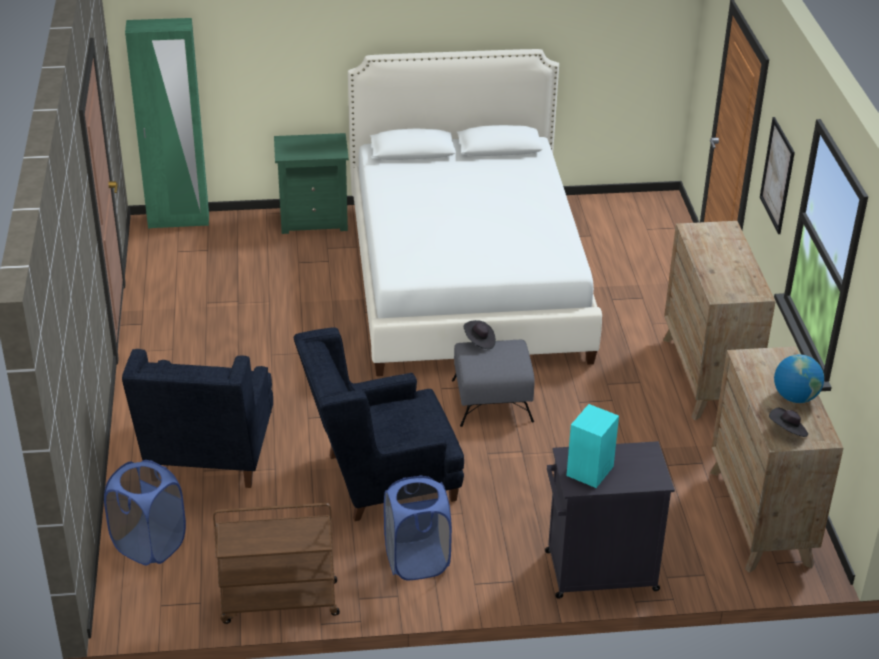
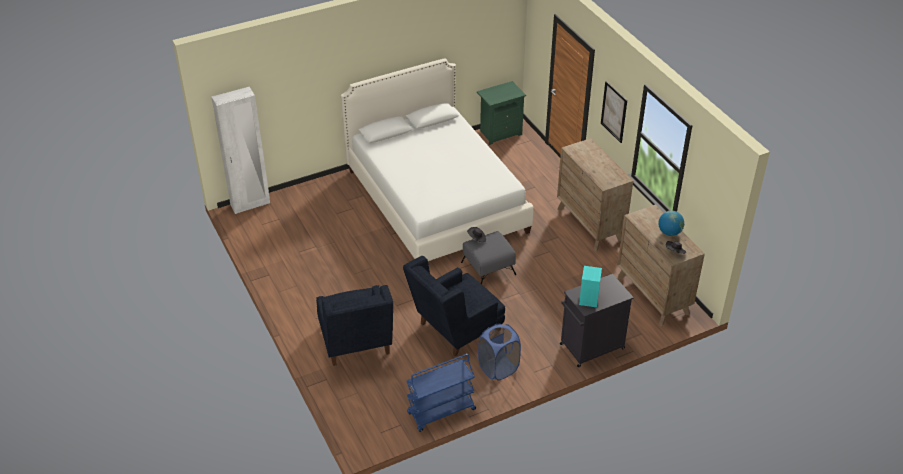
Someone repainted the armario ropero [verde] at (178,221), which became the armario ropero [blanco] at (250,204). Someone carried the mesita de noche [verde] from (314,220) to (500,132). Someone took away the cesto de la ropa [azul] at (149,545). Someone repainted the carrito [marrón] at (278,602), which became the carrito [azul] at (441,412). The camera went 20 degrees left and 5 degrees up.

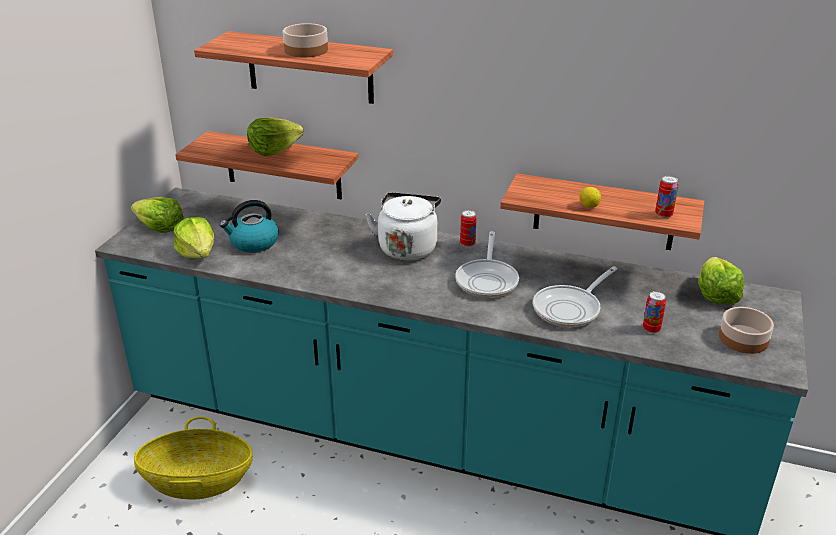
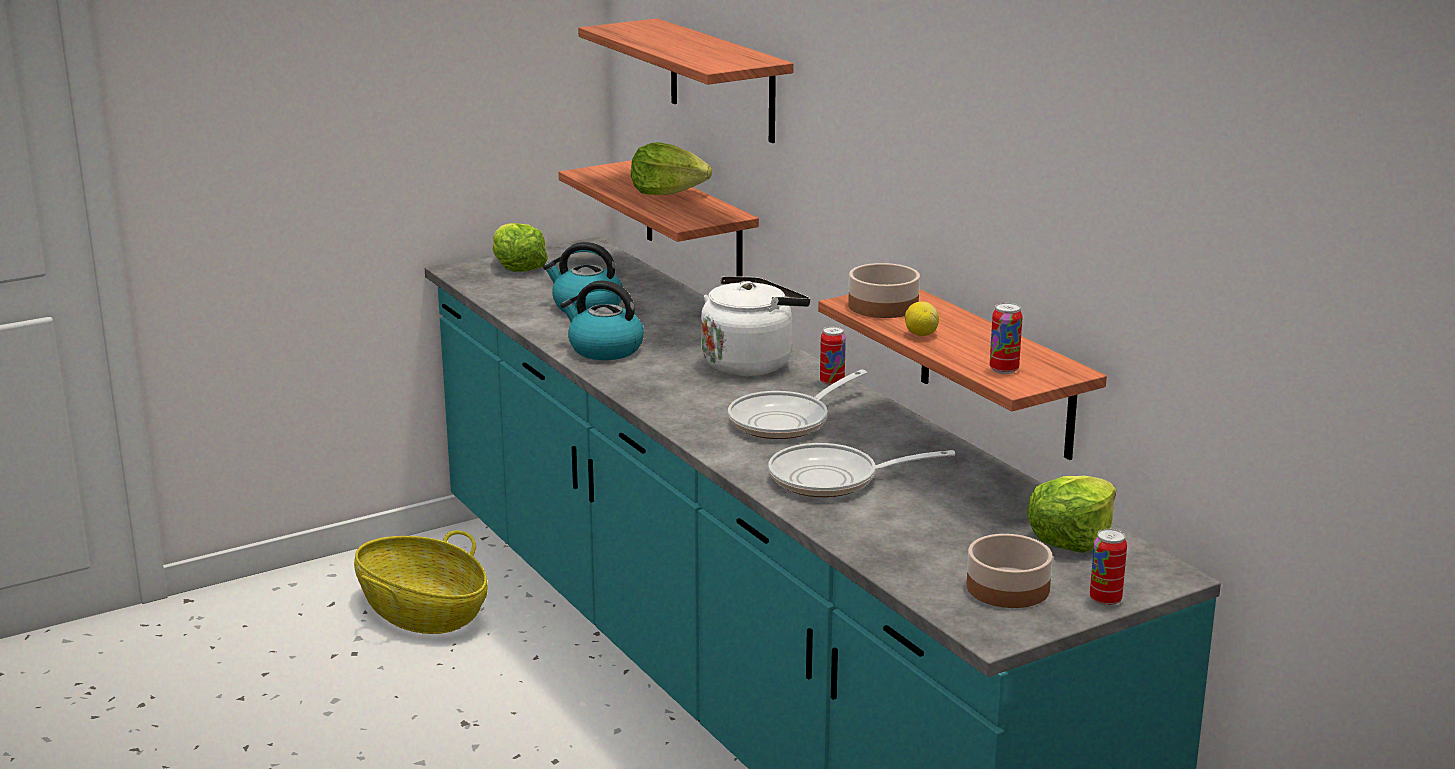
Someone carried the cuenco from (306,50) to (884,306). Someone took away the lechuga at (198,253). Someone carried the lata from (651,329) to (1105,600). Someone put down the hervidor at (604,349). The camera went 40 degrees right and 10 degrees down.

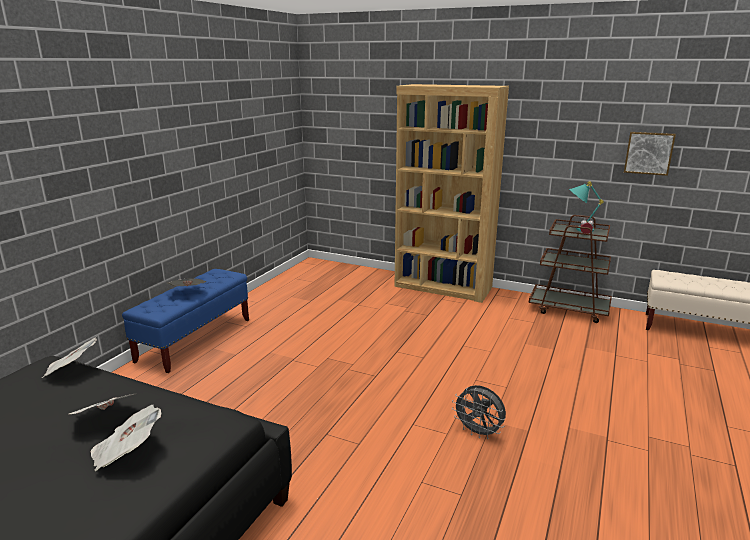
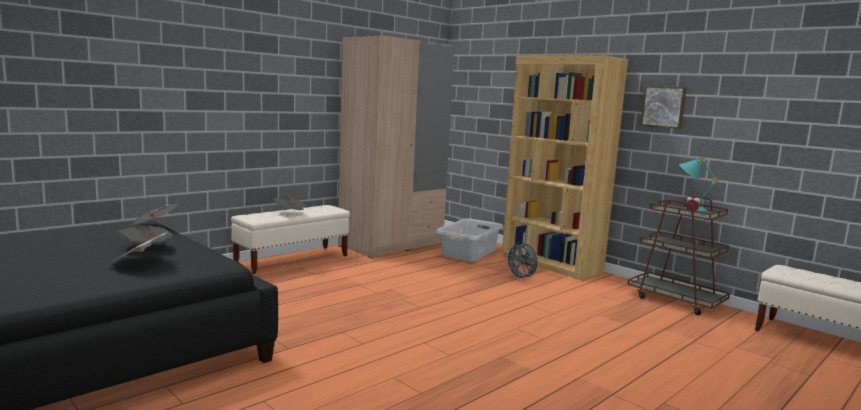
Someone carried the cuadro from (648,153) to (663,107). Someone repainted the banco [azul] at (195,340), which became the banco [beis] at (292,260). Someone carried the ventilador [gris] from (478,433) to (521,279). Someone put down the armario ropero [beis] at (392,245). Someone put down the cesto de la ropa [gris] at (469,253). The camera went 20 degrees right and 10 degrees down.

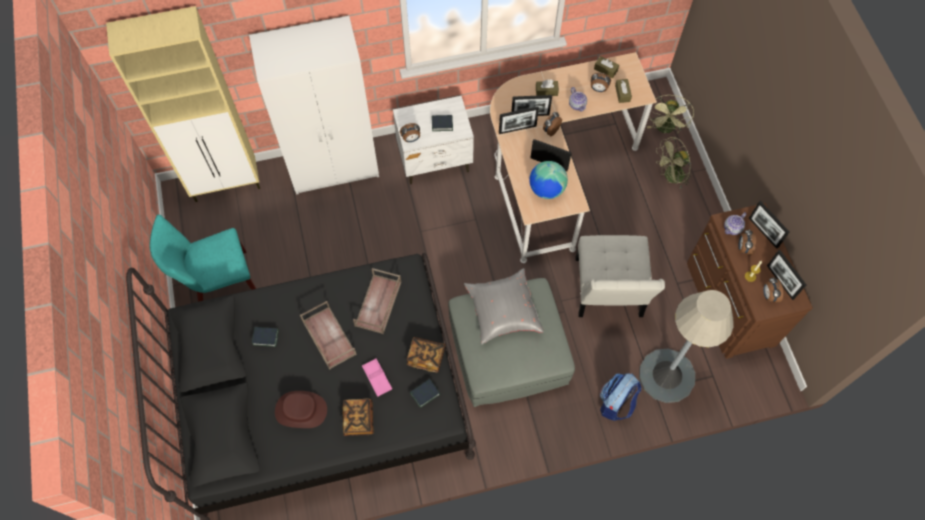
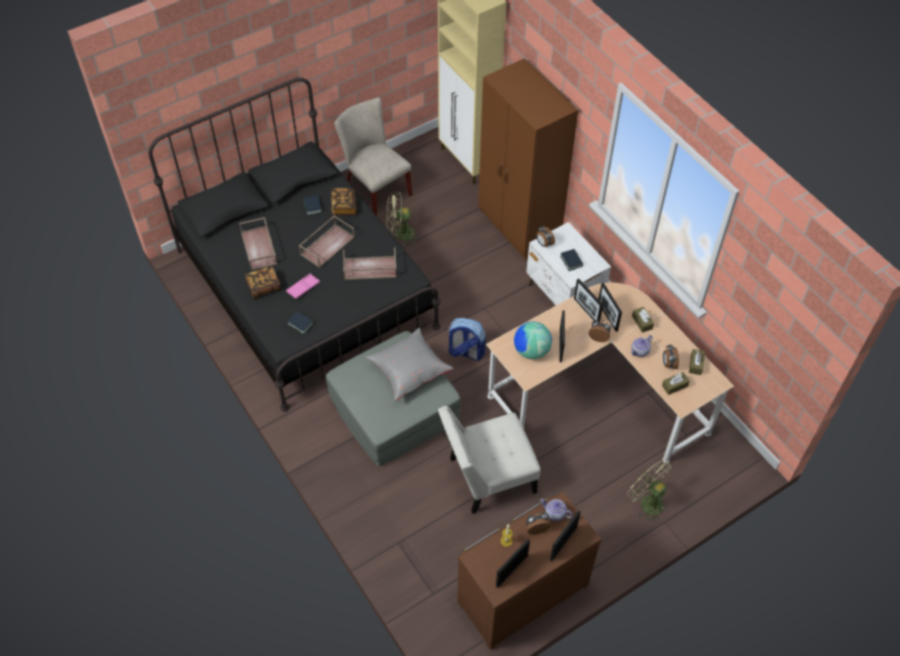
Someone repainted the armario ropero [blanco] at (335,168), which became the armario ropero [marrón] at (519,227). Someone carried the ventilador [verde] from (665,129) to (400,234). Someone repainted the silla [turquesa] at (218,284), which became the silla [beis] at (374,189). Someone took away the despertador at (768,295). Someone took away the lámpara de pie [gris] at (667,375). Someone carried the libro from (426,357) to (344,206). Someone carried the mochila from (616,403) to (465,352). Someone swapped the sombrero [marrón] at (301,410) for the bandeja [marrón] at (259,248). The camera went 70 degrees right and 10 degrees down.

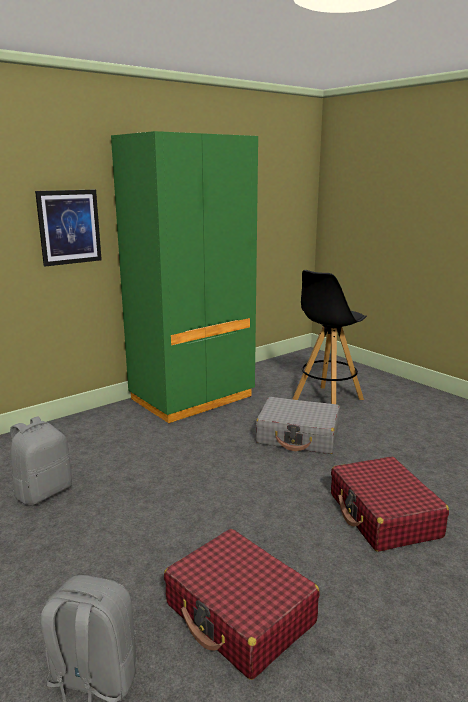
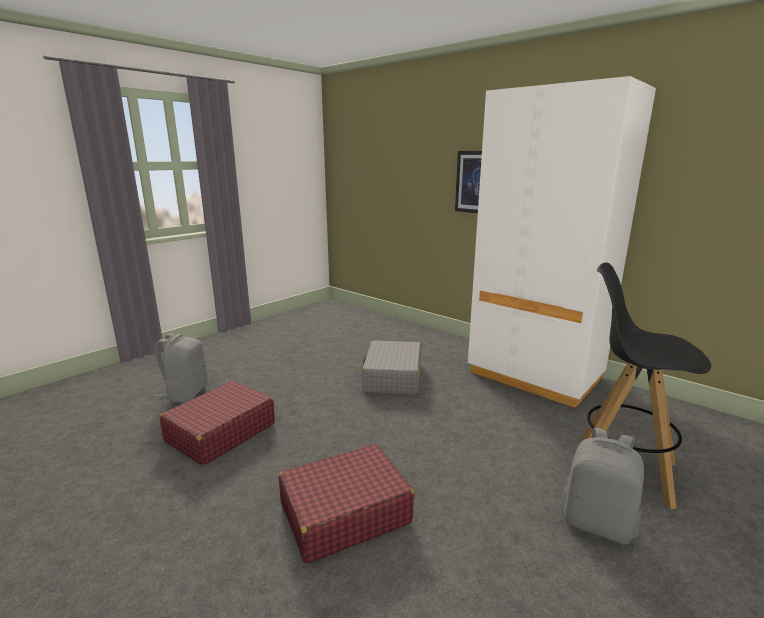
Someone repainted the armario ropero [verde] at (192,398), which became the armario ropero [blanco] at (534,375). Someone carried the maleta [gris] from (298,436) to (392,377). Someone carried the mochila [gris] from (43,492) to (597,523). The camera went 80 degrees right and 0 degrees up.

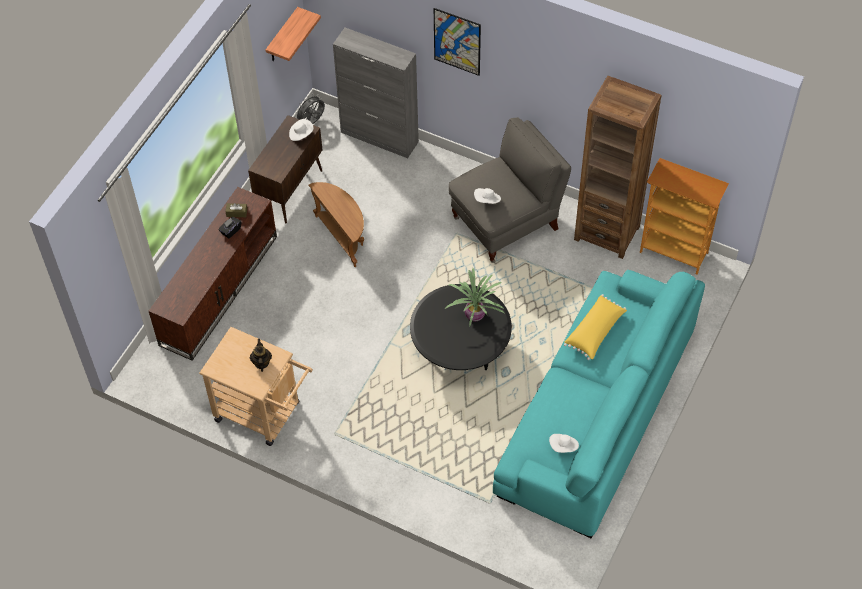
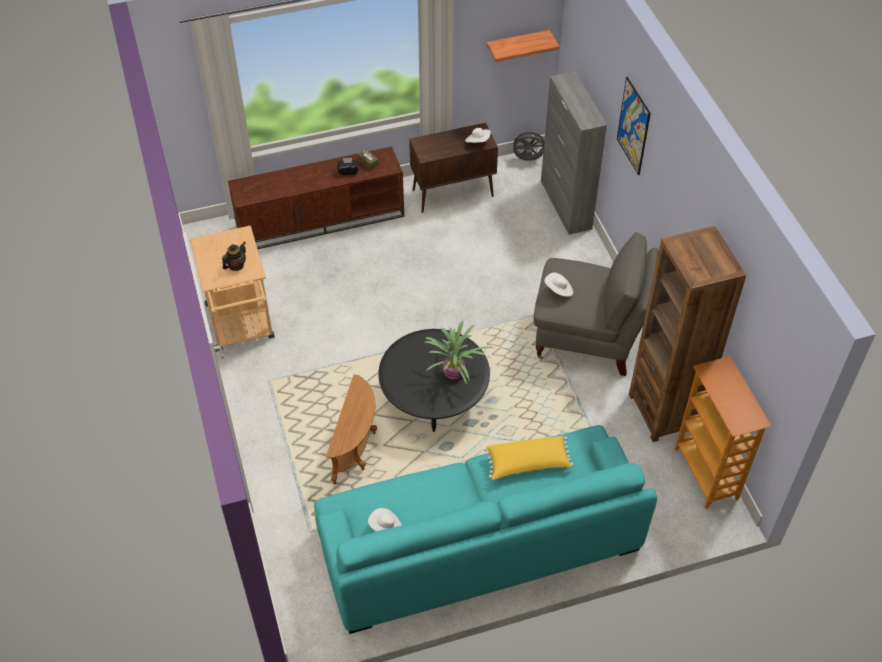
Someone carried the mesa auxiliar [marrón] from (343,237) to (356,449). The camera went 45 degrees right and 5 degrees down.

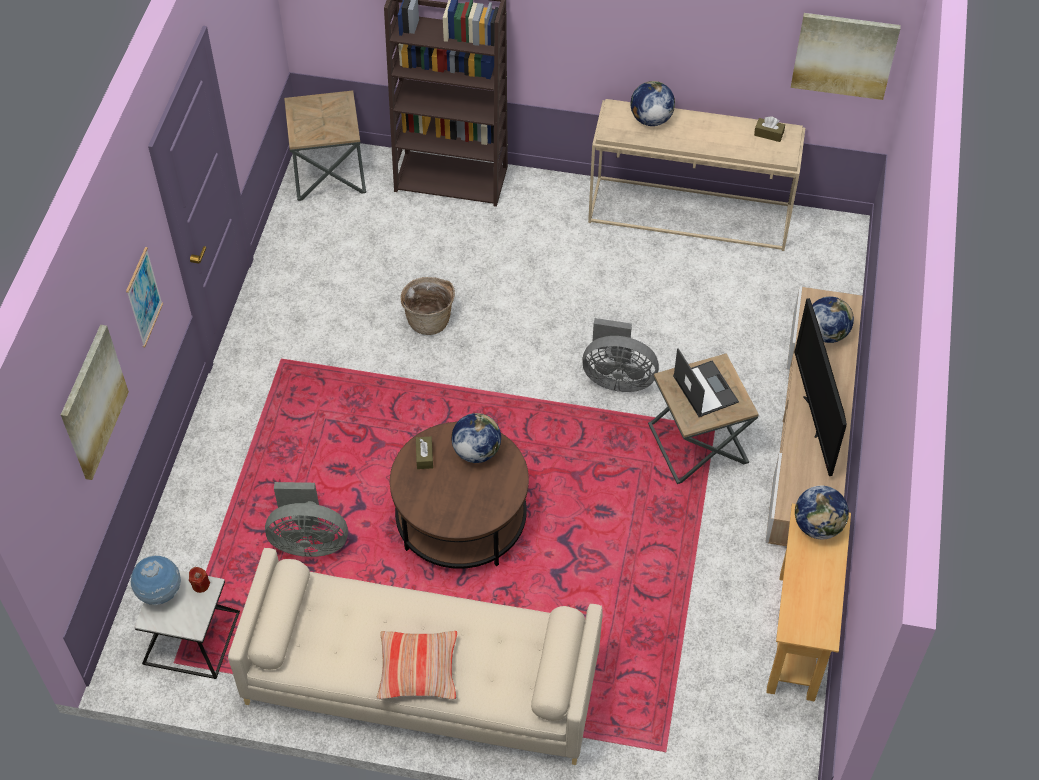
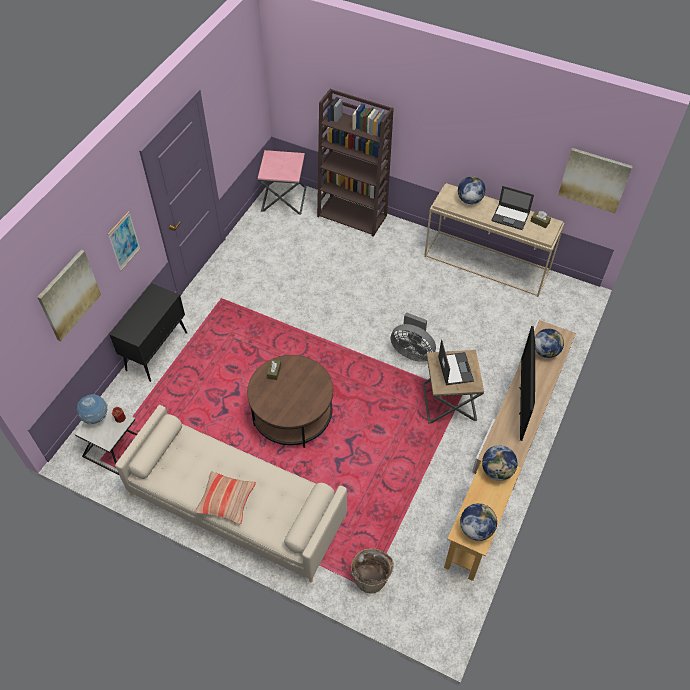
Someone repainted the mesa auxiliar [marrón] at (329,172), which became the mesa auxiliar [rosa] at (284,199). Someone carried the cesta from (429,319) to (371,577). Someone carried the globo terráqueo from (476,451) to (476,529). Someone took away the ventilador [gris] at (308,542). Someone put down the portátil at (511,217). Someone put down the armario [negro] at (157,351). The camera went 15 degrees right and 0 degrees up.

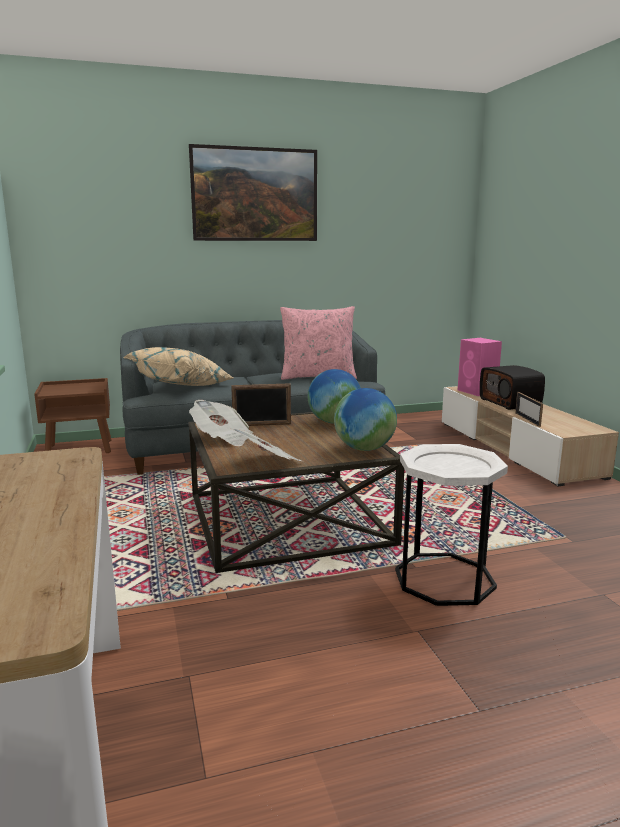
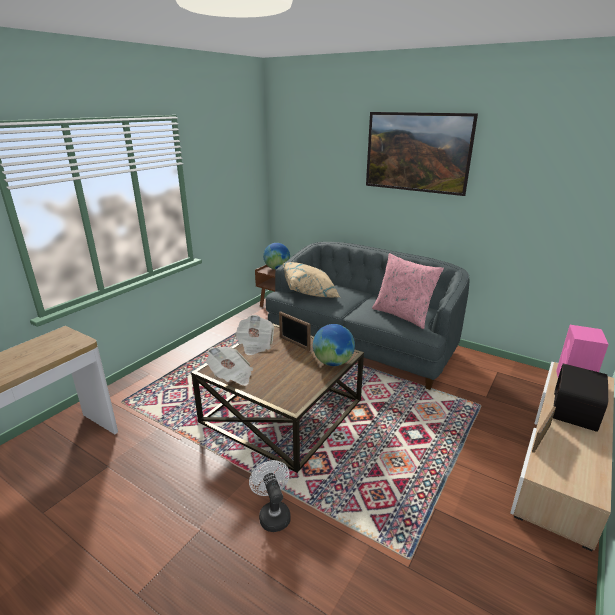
Someone carried the globo terráqueo from (365,449) to (277,268). Someone swapped the mesa auxiliar [blanco] at (444,579) for the ventilador [blanco] at (273,514). The camera went 50 degrees right and 10 degrees up.

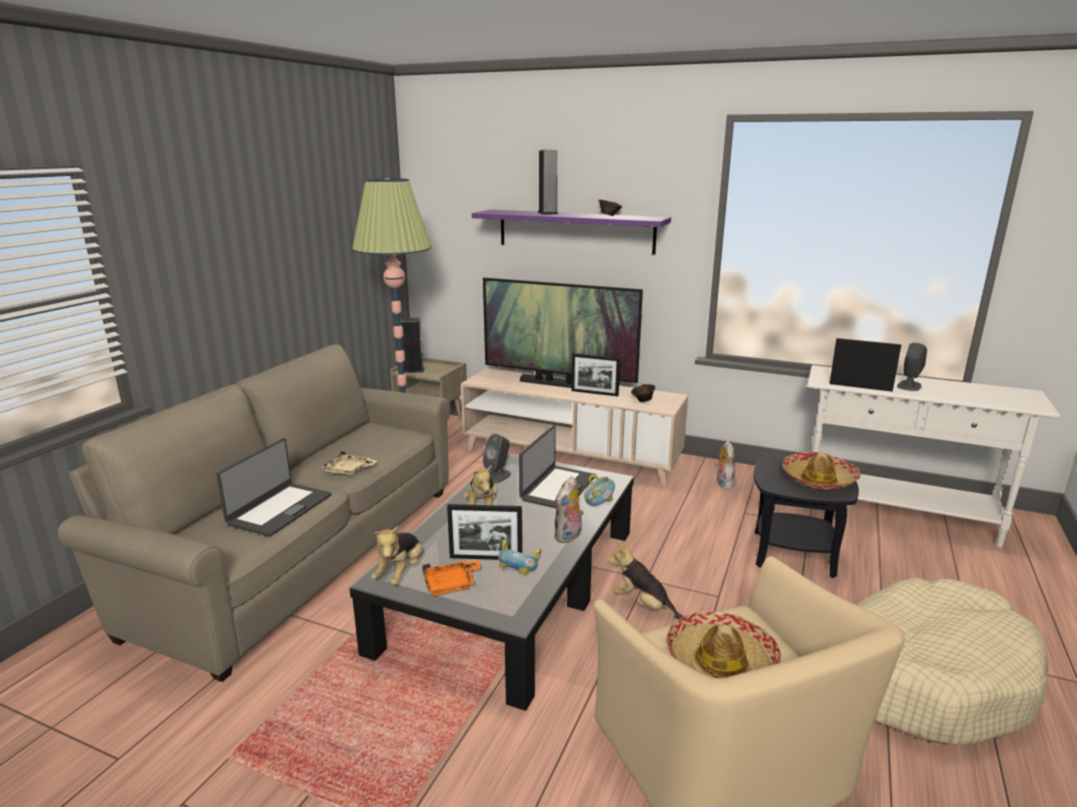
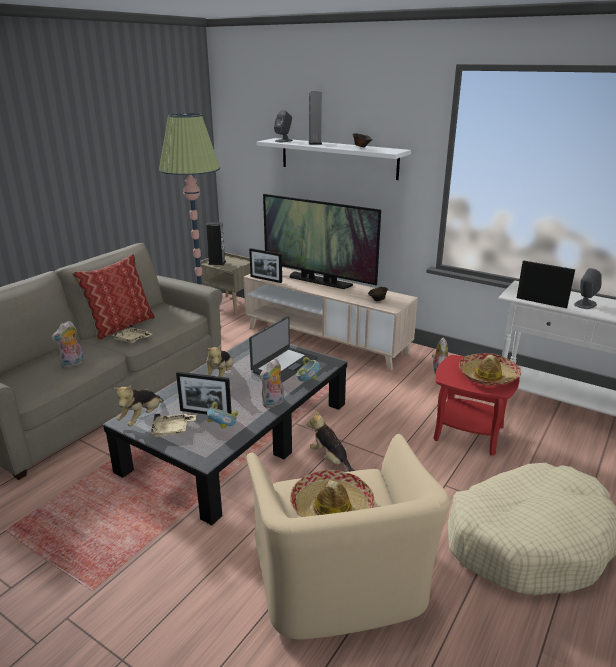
Someone repainted the estante [morado] at (575,231), which became the estante [blanco] at (338,158). Someone carried the portarretratos from (594,393) to (266,279). Someone carried the altavoz [gris] from (497,476) to (284,141). Someone swapped the portátil at (279,509) for the peluche at (72,364). Someone repainted the mesa auxiliar [negro] at (793,554), which became the mesa auxiliar [rojo] at (469,433). Someone repainted the bandeja [naranja] at (451,584), which became the bandeja [beis] at (172,430). Someone put down the cojín at (120,326). The camera went 10 degrees right and 5 degrees up.

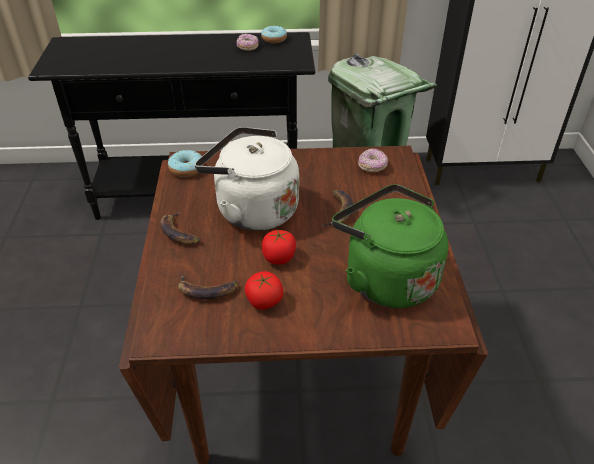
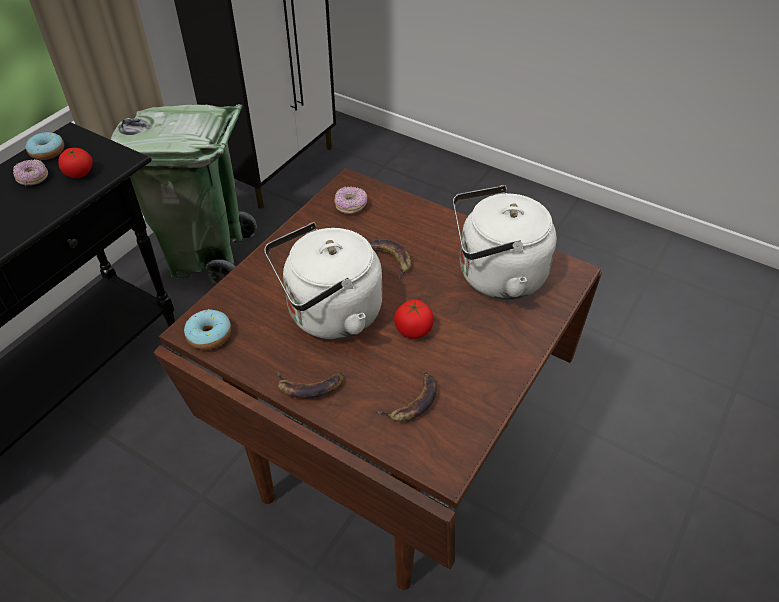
Someone repainted the hervidor [verde] at (386,278), which became the hervidor [blanco] at (495,276). Someone carried the tomate from (264,301) to (79,173). The camera went 55 degrees left and 5 degrees up.

